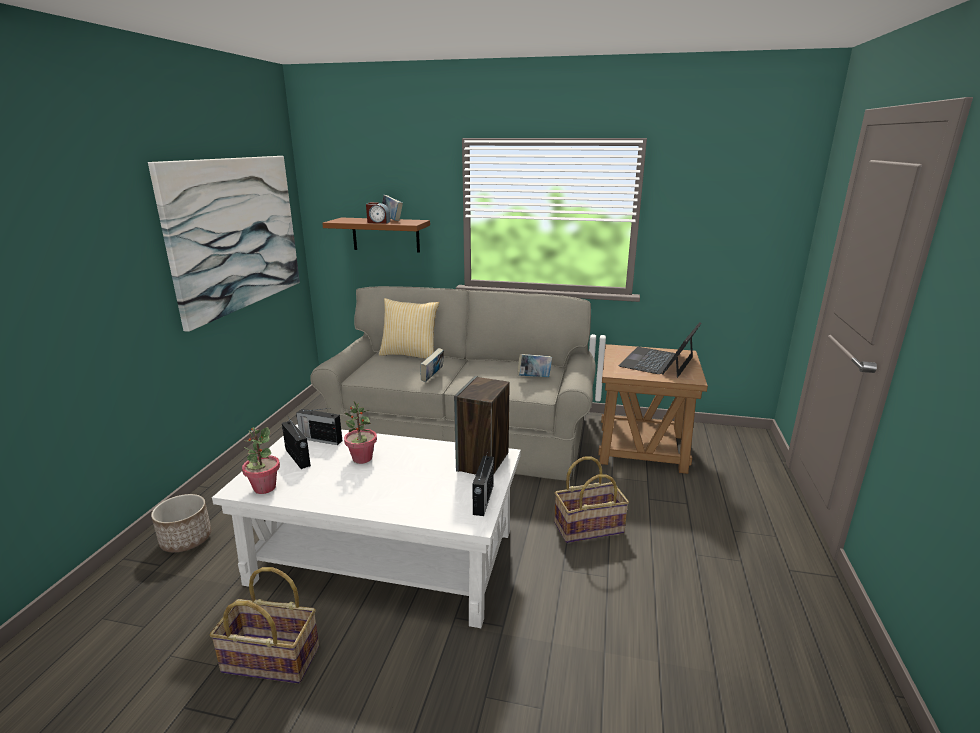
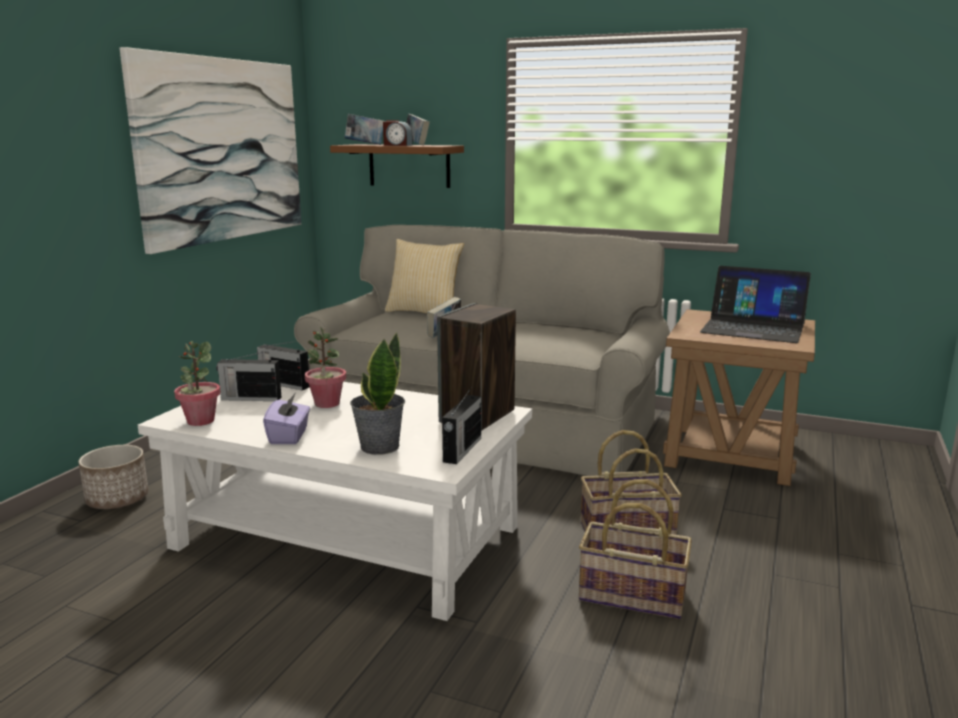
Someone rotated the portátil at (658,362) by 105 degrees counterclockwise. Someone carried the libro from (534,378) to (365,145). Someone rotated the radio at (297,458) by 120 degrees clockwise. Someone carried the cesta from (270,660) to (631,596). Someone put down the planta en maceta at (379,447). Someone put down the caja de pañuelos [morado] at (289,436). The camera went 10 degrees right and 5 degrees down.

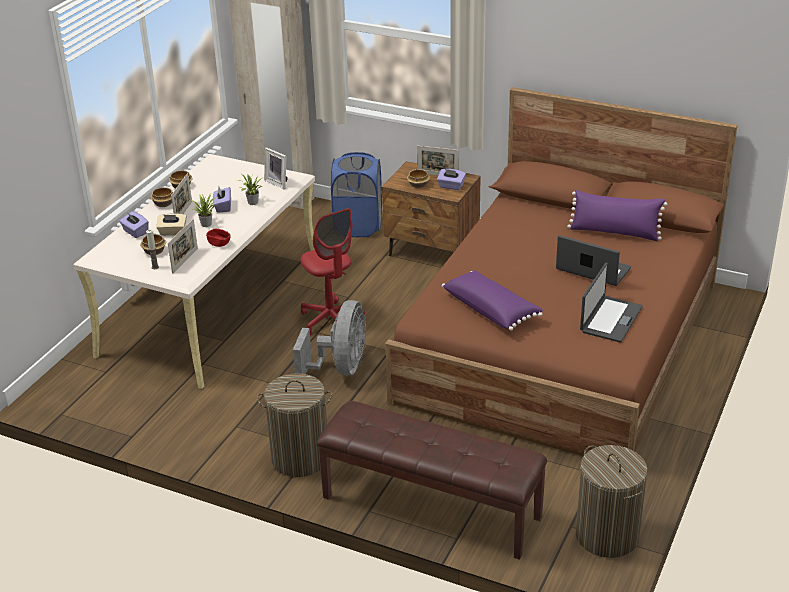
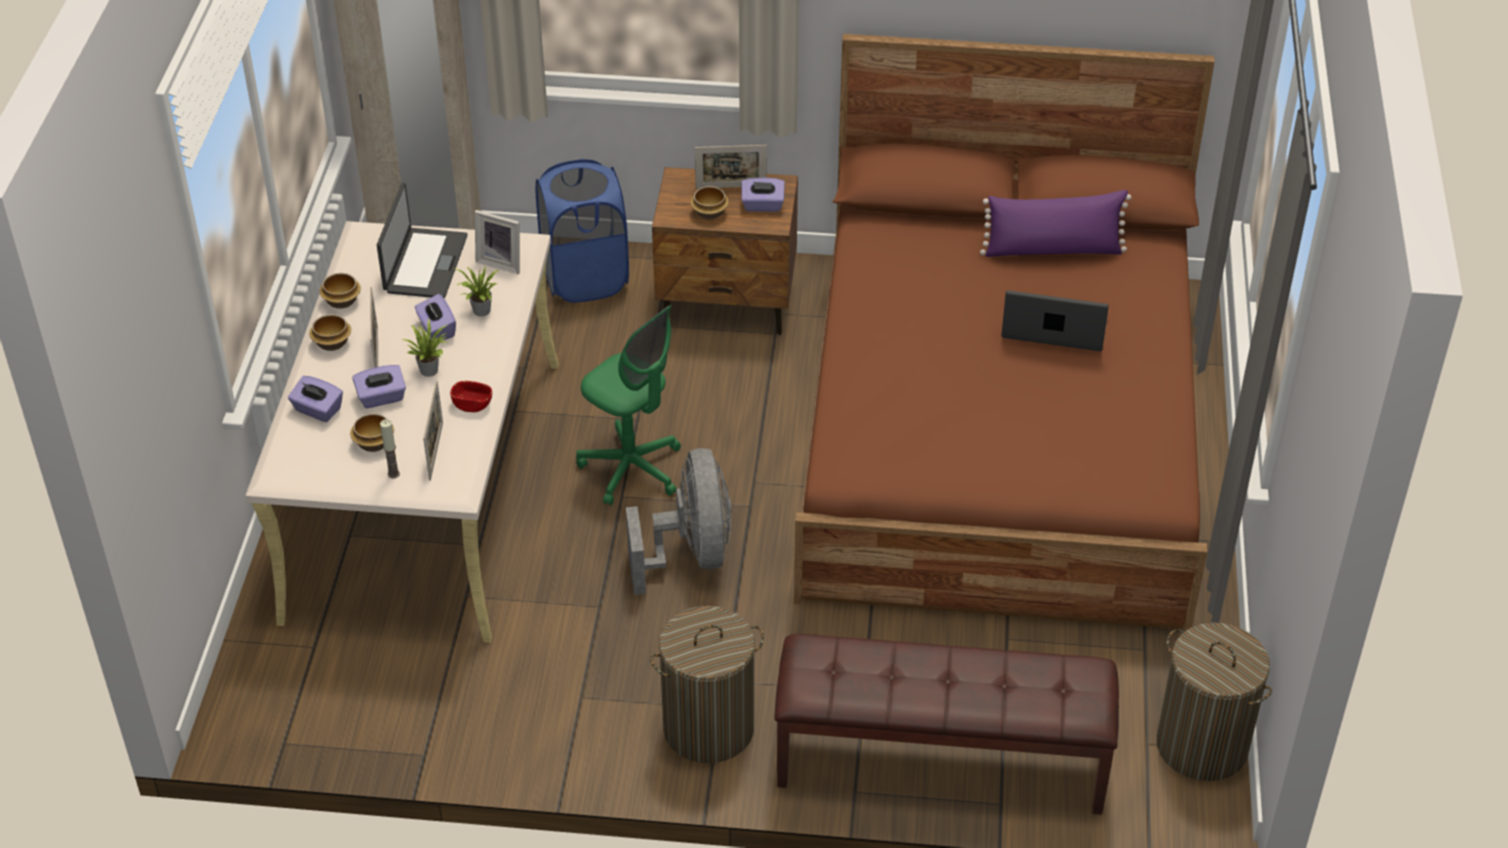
Someone repainted the silla de oficina [rojo] at (331,320), which became the silla de oficina [verde] at (632,469). Someone repainted the caja de pañuelos [beis] at (172,232), which became the caja de pañuelos [morado] at (381,398). Someone carried the portátil from (610,319) to (424,264). Someone took away the cojín [morado] at (491,309). The camera went 20 degrees left and 10 degrees up.

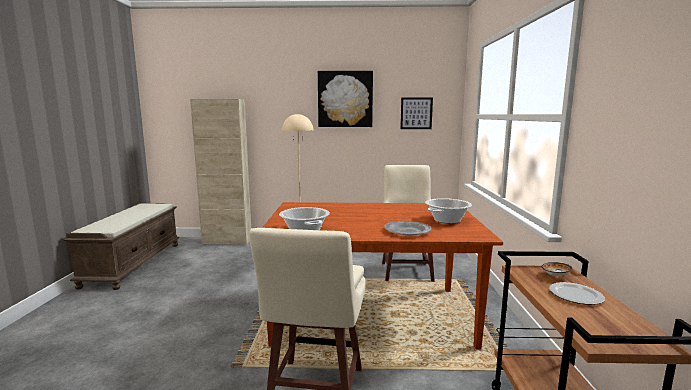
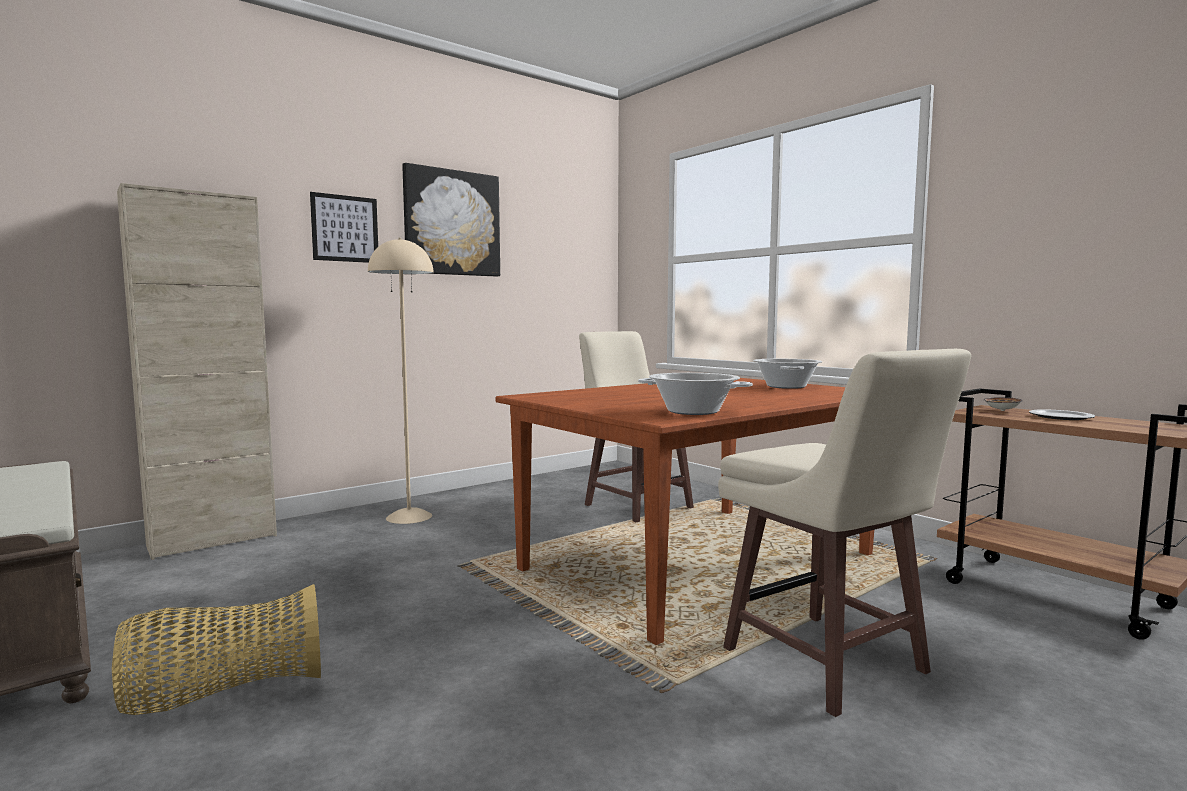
Someone carried the cuadro from (416,113) to (345,228). Someone took away the plato [gris] at (407,231). Someone put down the cesta at (224,693). The camera went 40 degrees left and 5 degrees down.

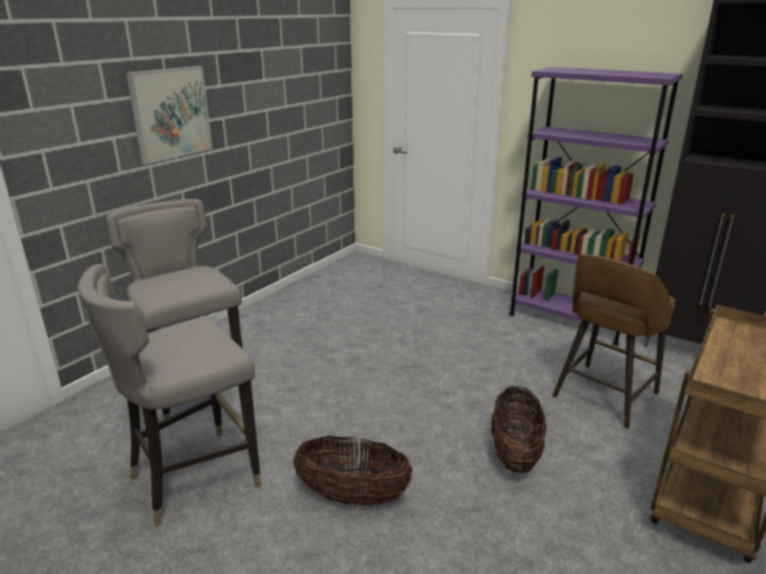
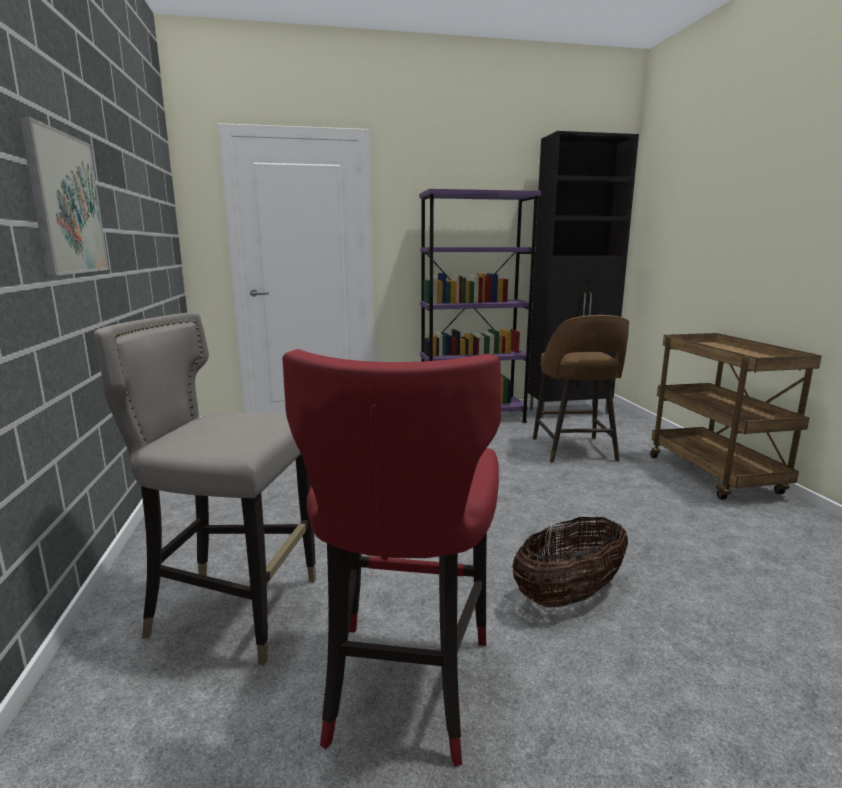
Someone repainted the taburete [gris] at (193,478), which became the taburete [rojo] at (404,687). Someone took away the cesta at (515,453). The camera went 45 degrees left and 10 degrees down.

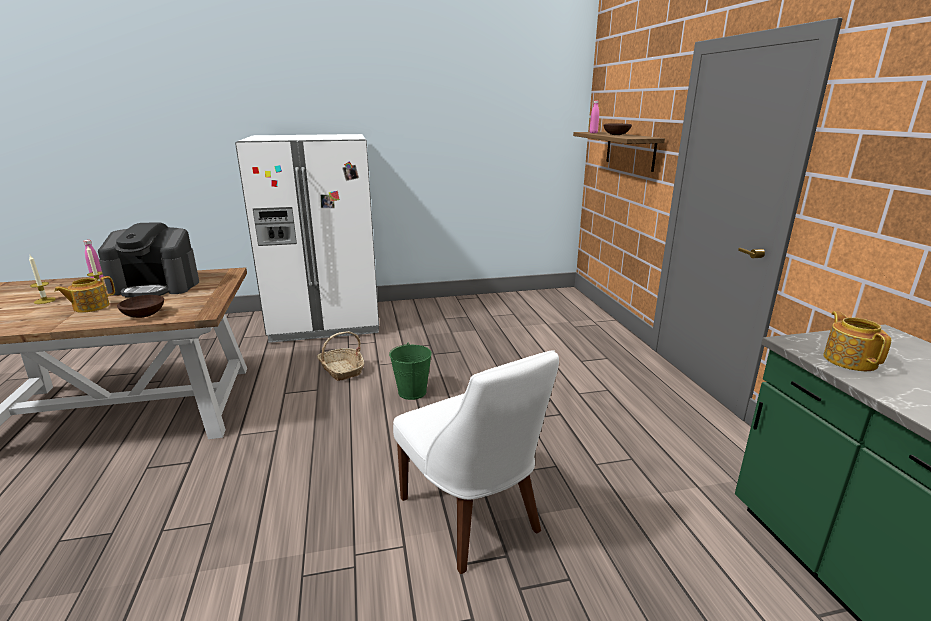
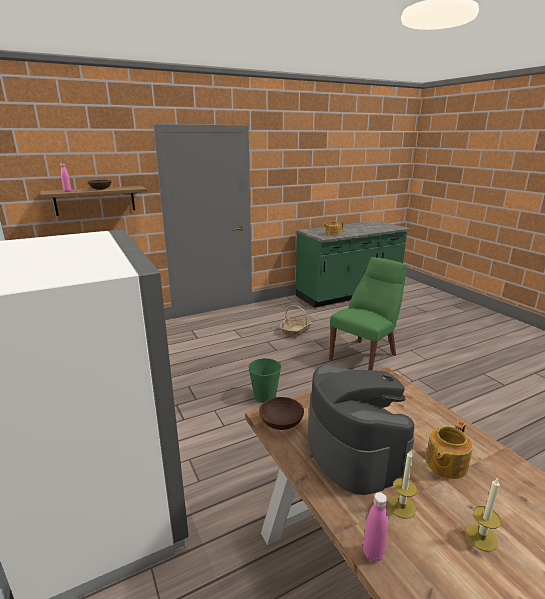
Someone rotated the tetera at (90,307) by 105 degrees clockwise. Someone carried the cuenco [marrón] from (145,315) to (280,423). Someone carried the cesta from (342,370) to (296,331). Someone repainted the silla [blanco] at (472,518), which became the silla [verde] at (365,356). The camera went 105 degrees left and 0 degrees up.

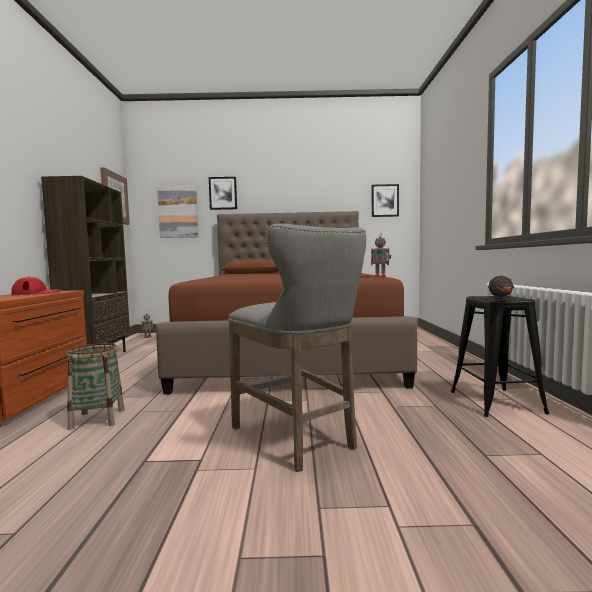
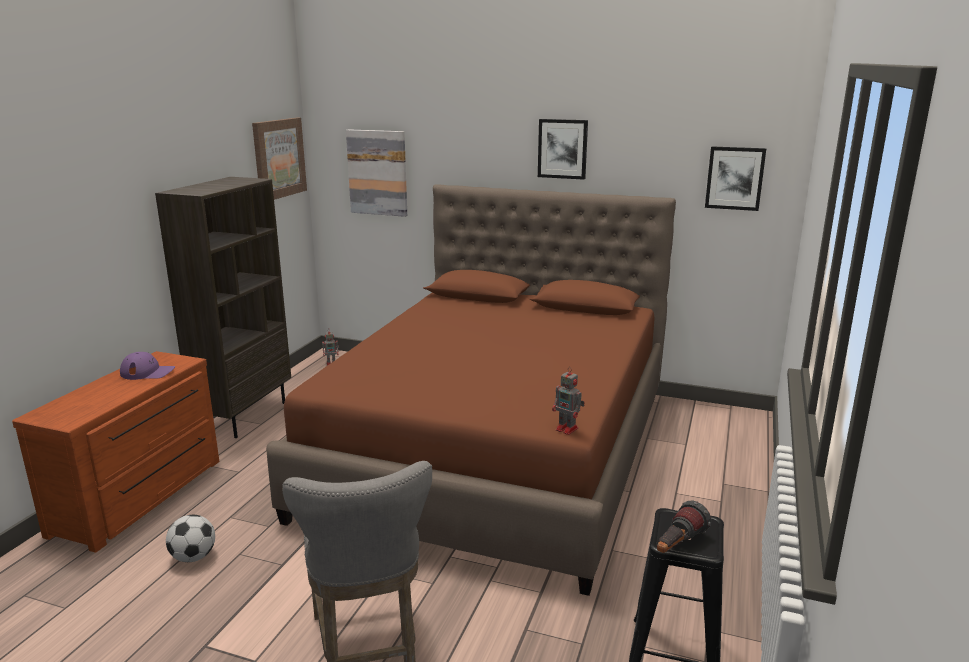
Someone carried the cuadro from (223,193) to (562,149). Someone repainted the gorra [rojo] at (37,293), which became the gorra [morado] at (148,372). Someone swapped the cesta at (97,419) for the balón de fútbol at (193,557). The camera went 20 degrees right and 15 degrees up.

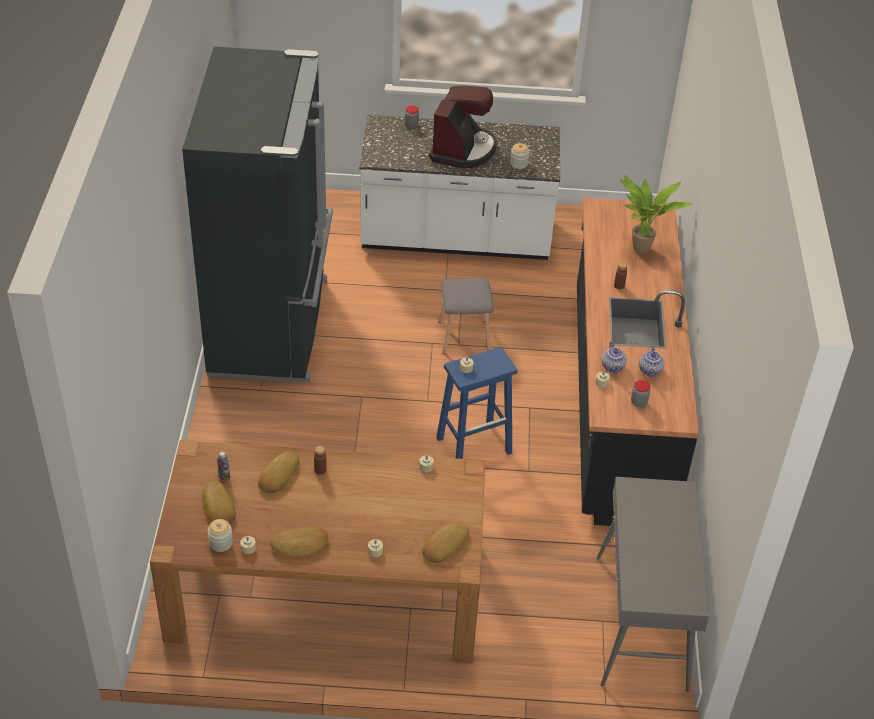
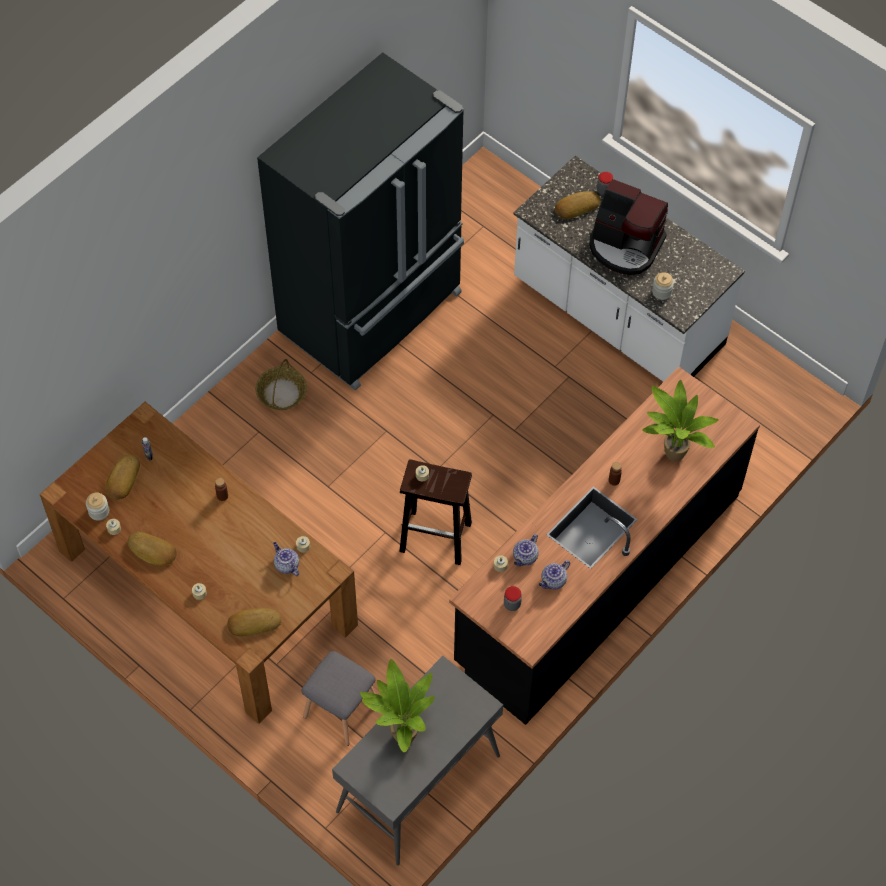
Someone rotated the cafetera at (463,149) by 60 degrees clockwise. Someone carried the taburete [gris] from (465,337) to (341,711). Someone repainted the taburete [azul] at (475,445), which became the taburete [marrón] at (437,537). Someone carried the pan from (277,475) to (576,206). Someone put down the cesta at (281,393). Someone put down the tetera at (286,565). Someone put down the planta en maceta at (401,736). The camera went 40 degrees right and 15 degrees up.

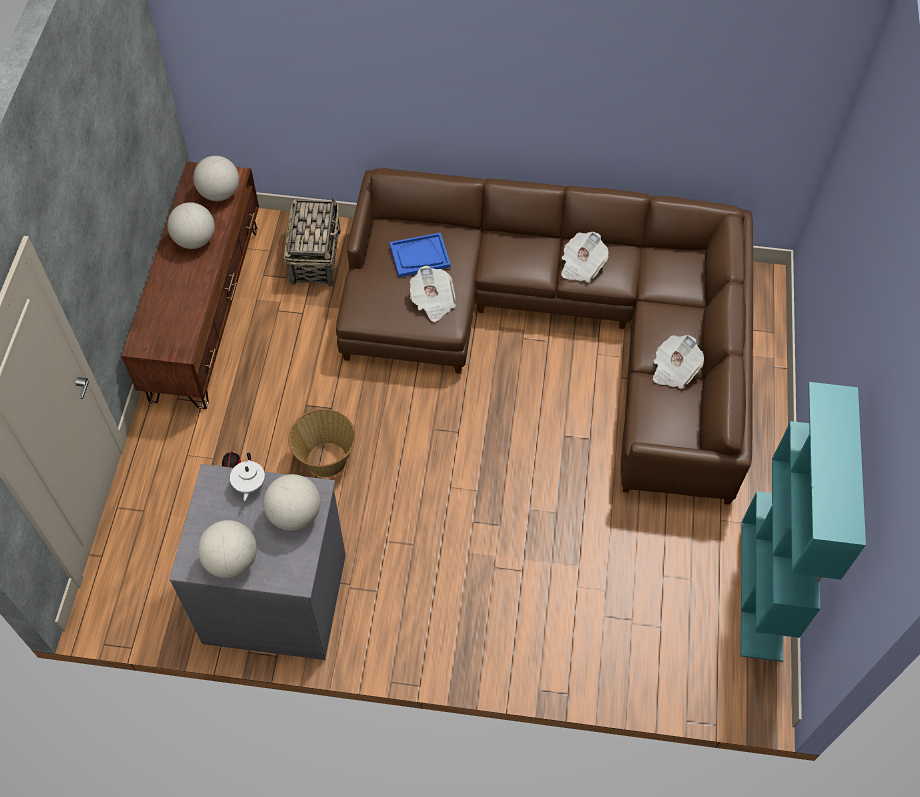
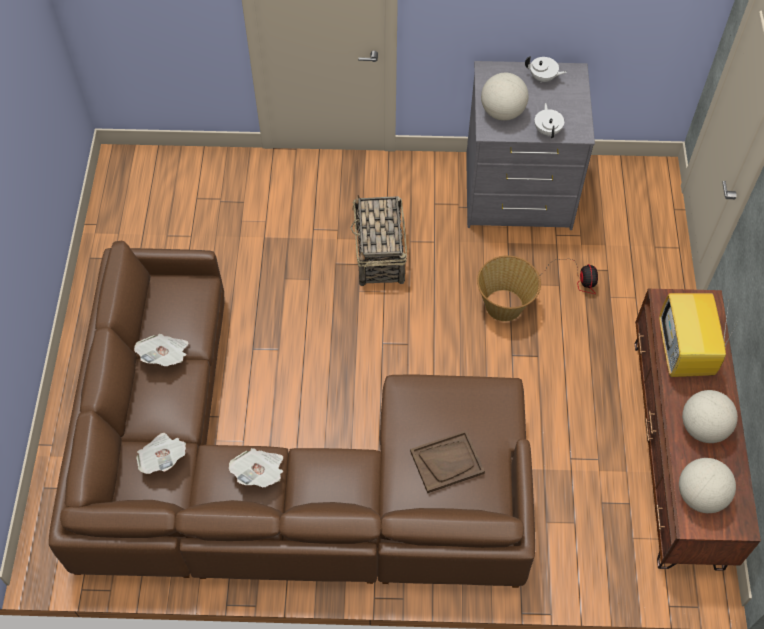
Someone carried the cesta from (315,256) to (379,255). Someone repainted the bandeja [azul] at (419,256), which became the bandeja [marrón] at (447,462). Someone carried the periódico from (433,301) to (163,458). Someone took away the estantería [turquesa] at (762,590). Someone swapped the globo terráqueo at (231,560) for the tetera [blanco] at (543,78). Someone put down the televisor at (685,353). The camera went 175 degrees right and 0 degrees up.

